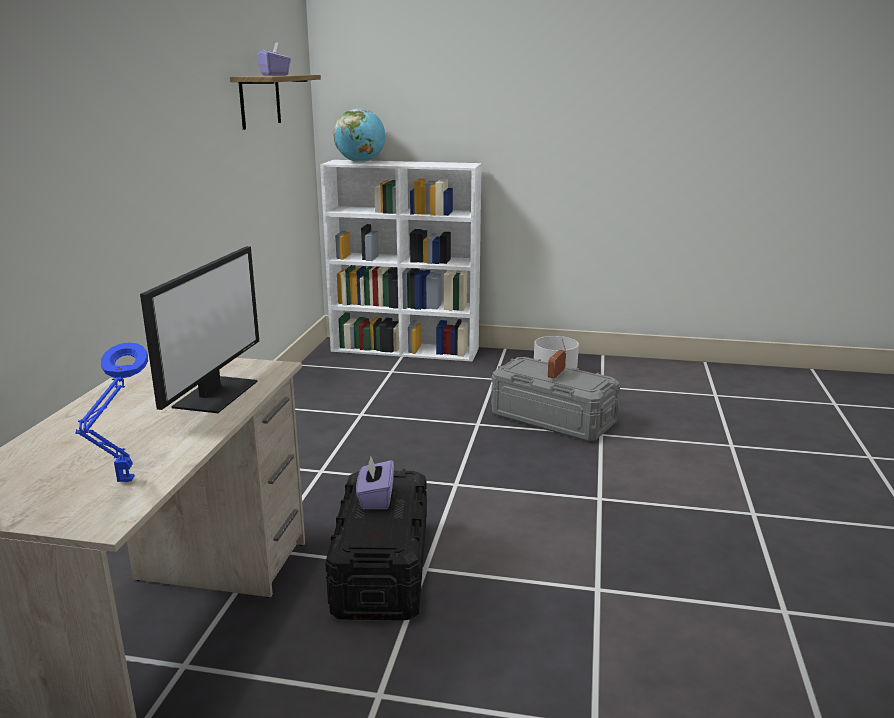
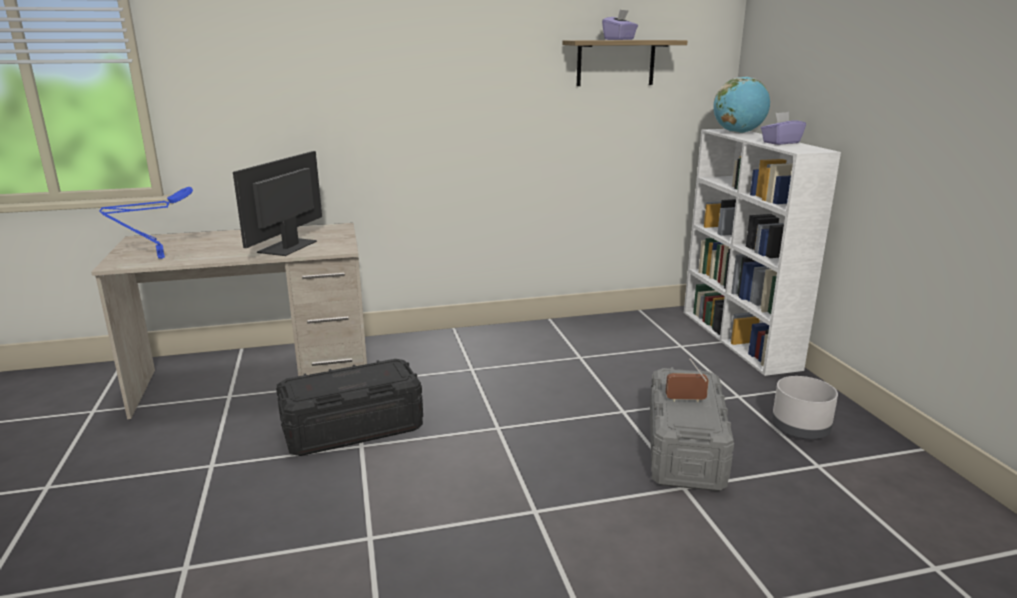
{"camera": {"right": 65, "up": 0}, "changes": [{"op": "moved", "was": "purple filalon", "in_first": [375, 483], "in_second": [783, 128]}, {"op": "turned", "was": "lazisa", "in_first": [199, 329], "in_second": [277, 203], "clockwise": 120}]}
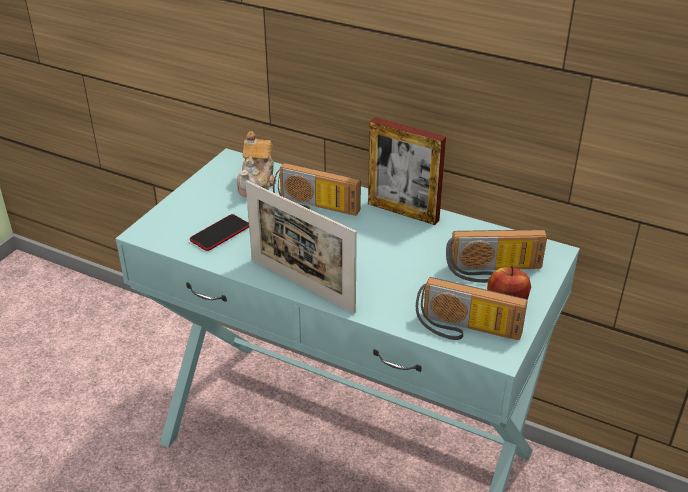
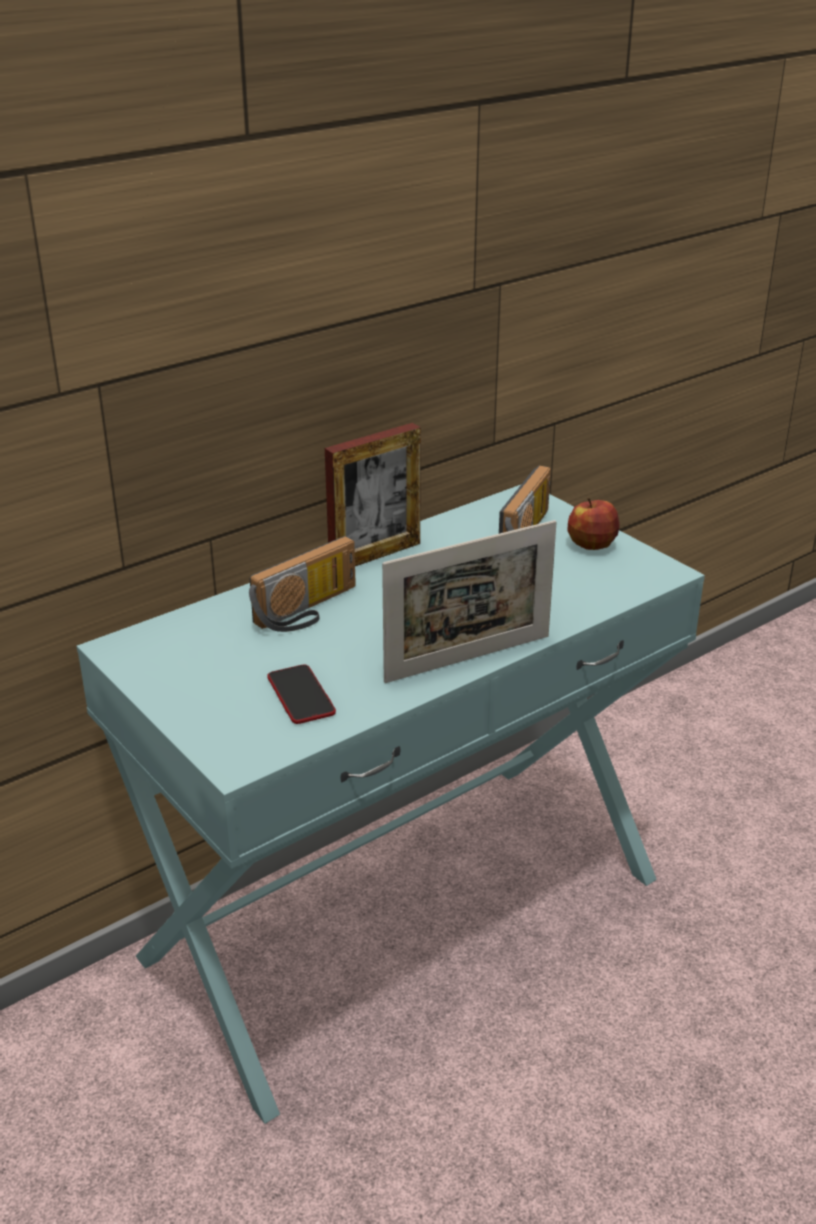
{"camera": {"right": -65, "up": -5}, "changes": [{"op": "removed", "was": "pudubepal", "in_first": [256, 164]}, {"op": "removed", "was": "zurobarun", "in_first": [472, 308]}]}
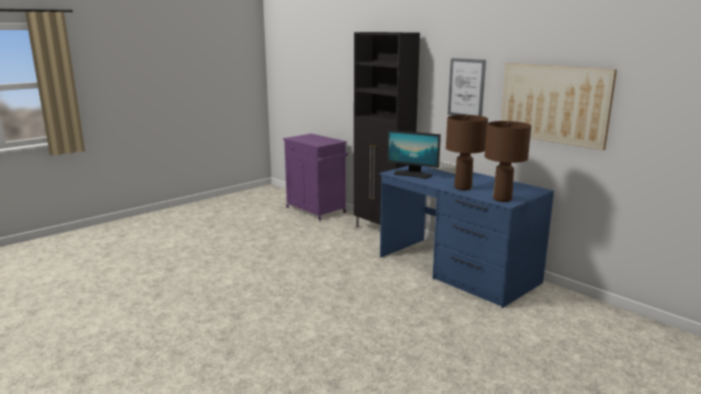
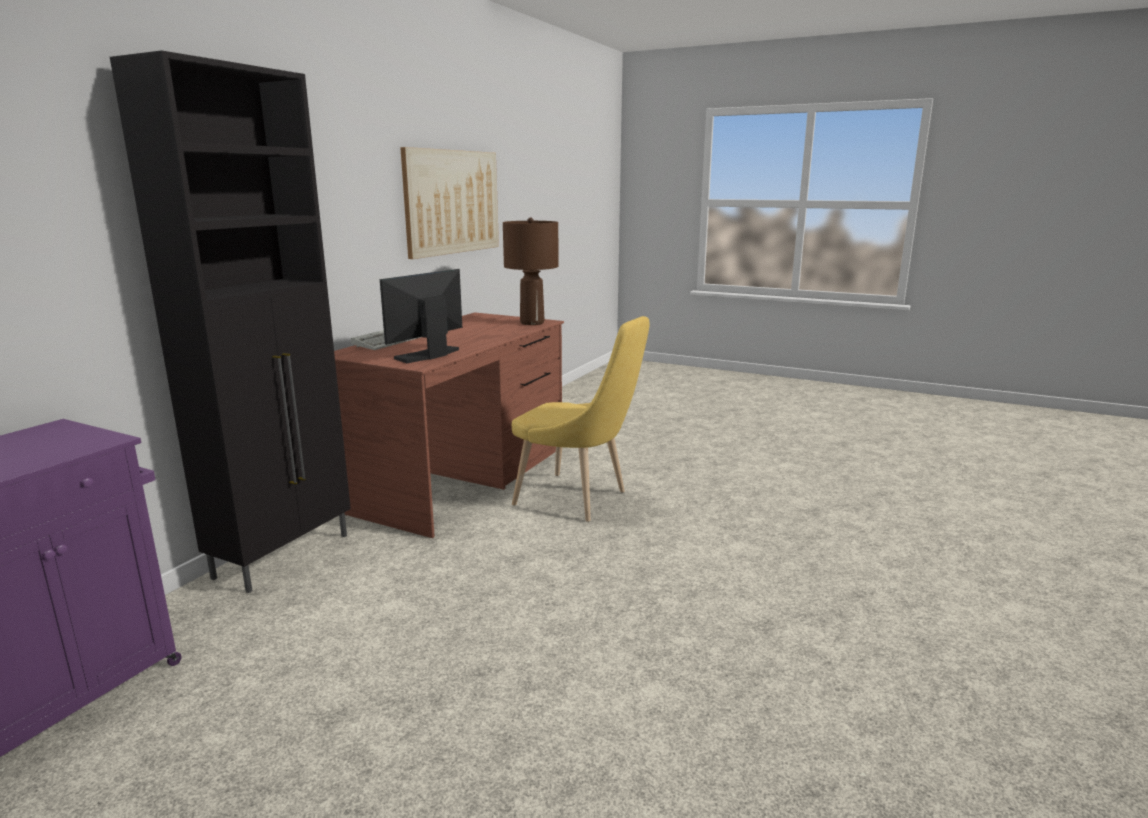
{"camera": {"right": -110, "up": 0}, "changes": [{"op": "removed", "was": "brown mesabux", "in_first": [467, 153]}, {"op": "removed", "was": "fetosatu", "in_first": [467, 87]}, {"op": "added", "now": "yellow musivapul", "in_second": [581, 419]}, {"op": "recoloured", "was": "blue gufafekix", "now": "brown gufafekix", "in_first": [466, 237], "in_second": [449, 425]}, {"op": "turned", "was": "lazisa", "in_first": [414, 154], "in_second": [421, 316], "clockwise": -150}]}
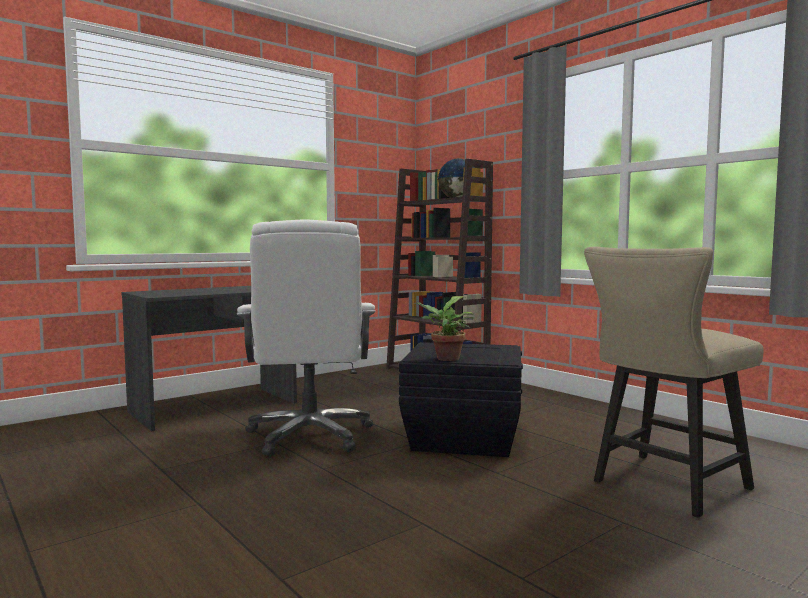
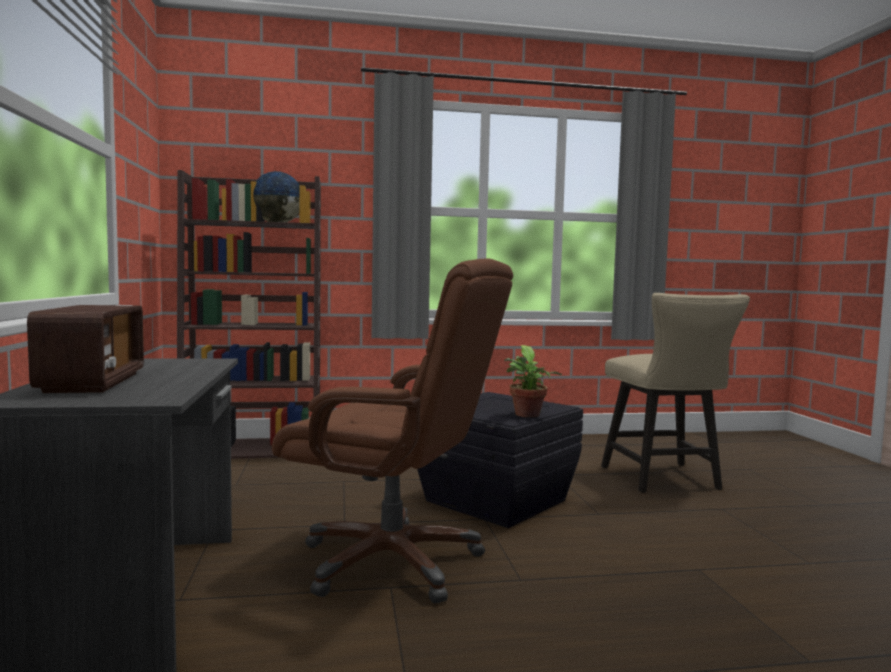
{"camera": {"right": -60, "up": 0}, "changes": [{"op": "added", "now": "zurobarun", "in_second": [85, 349]}, {"op": "recoloured", "was": "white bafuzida", "now": "brown bafuzida", "in_first": [306, 337], "in_second": [392, 431]}]}
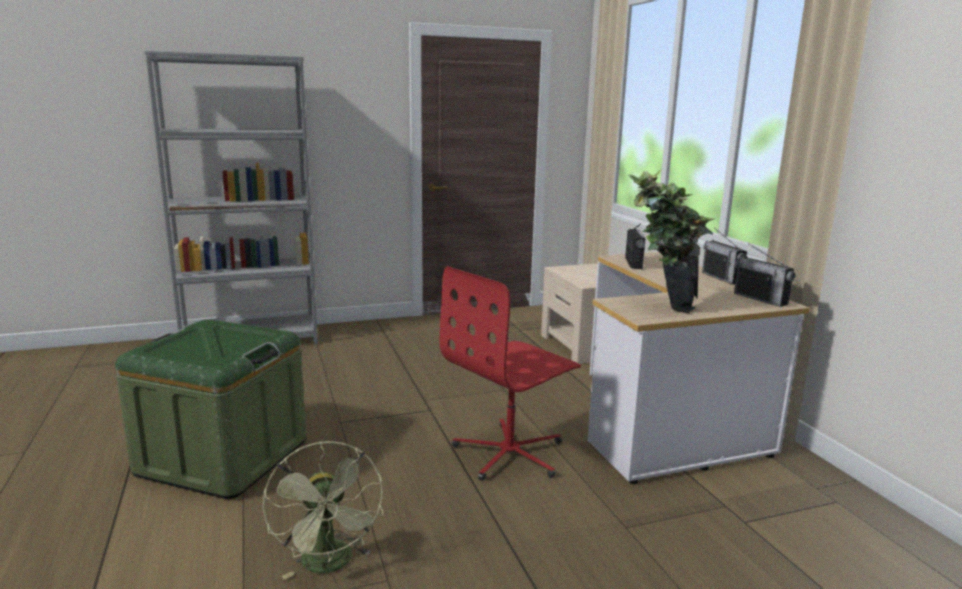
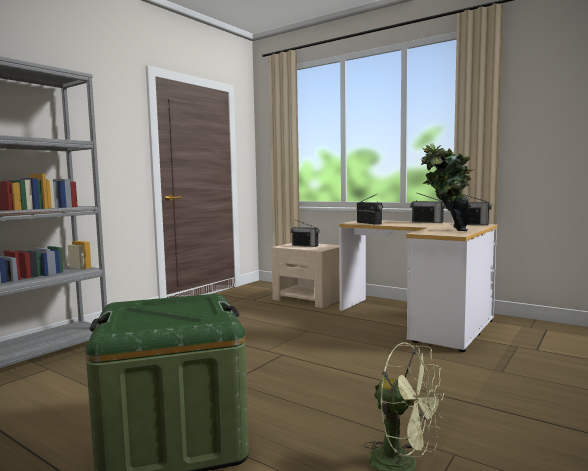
{"camera": {"right": -35, "up": -10}, "changes": [{"op": "removed", "was": "red bafuzida", "in_first": [510, 373]}, {"op": "added", "now": "zurobarun", "in_second": [305, 233]}]}
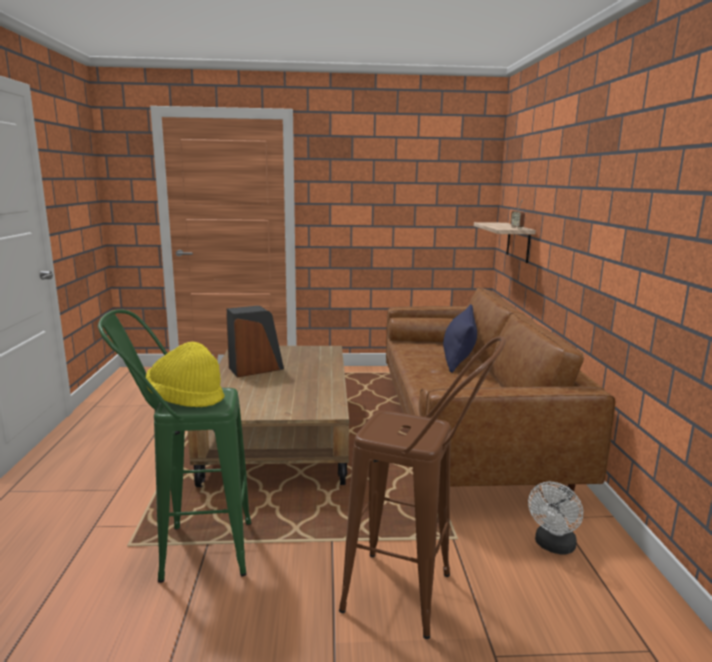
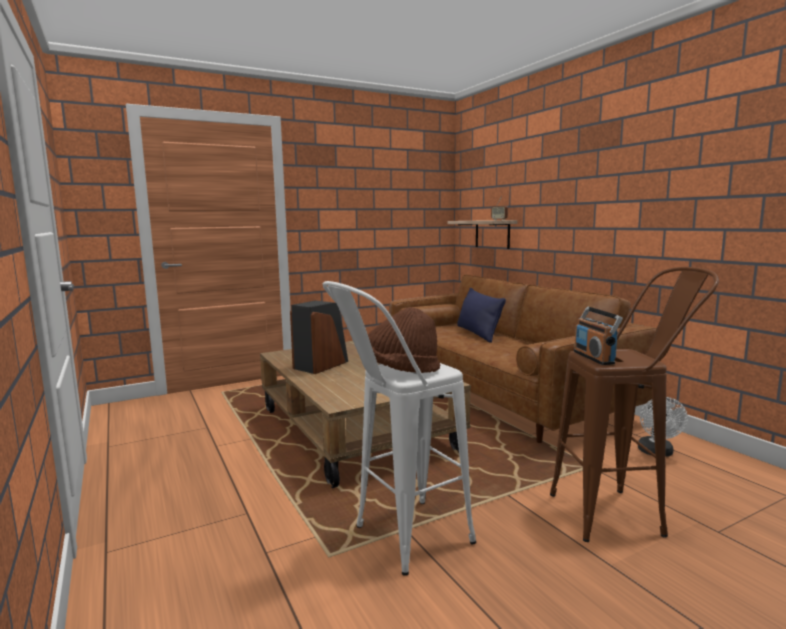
{"camera": {"right": -25, "up": -5}, "changes": [{"op": "added", "now": "zurobarun", "in_second": [598, 335]}, {"op": "recoloured", "was": "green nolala", "now": "white nolala", "in_first": [174, 446], "in_second": [399, 428]}, {"op": "recoloured", "was": "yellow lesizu", "now": "brown lesizu", "in_first": [185, 374], "in_second": [404, 340]}]}
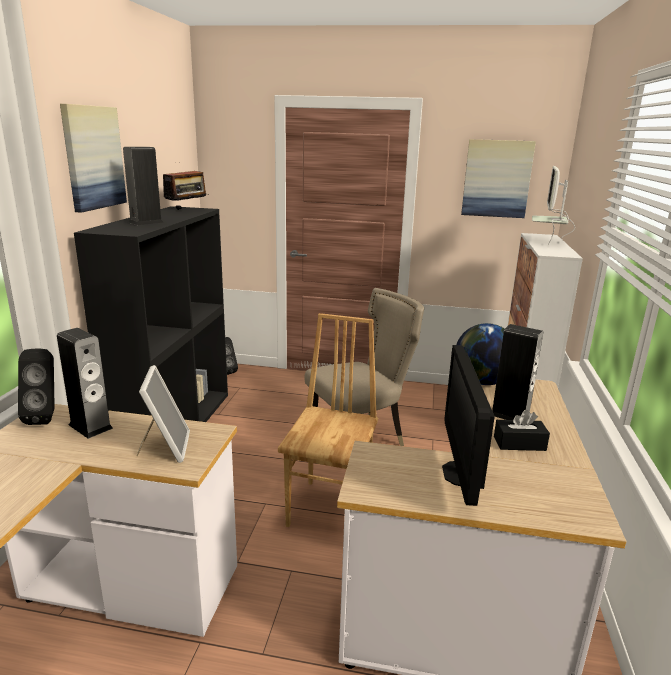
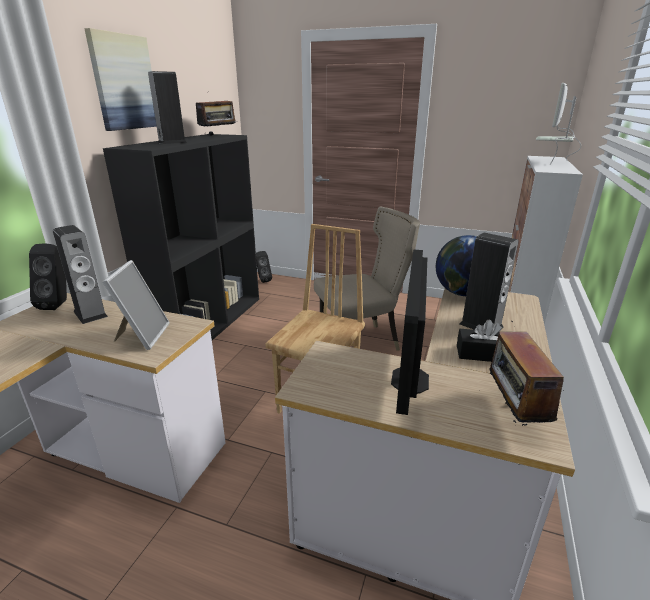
{"camera": {"right": 10, "up": 5}, "changes": [{"op": "removed", "was": "fetosatu", "in_first": [498, 178]}, {"op": "added", "now": "zurobarun", "in_second": [526, 373]}]}
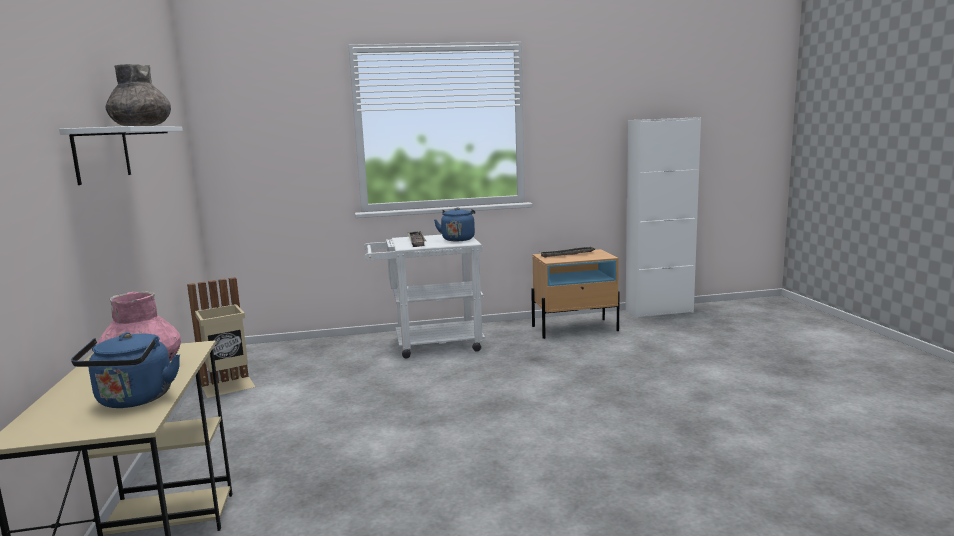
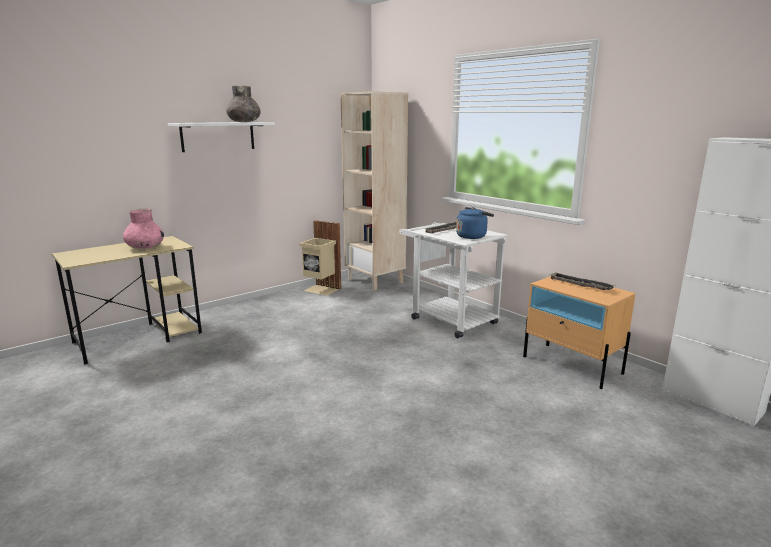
{"camera": {"right": 60, "up": 5}, "changes": [{"op": "removed", "was": "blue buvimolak", "in_first": [125, 370]}, {"op": "added", "now": "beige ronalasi", "in_second": [374, 190]}]}
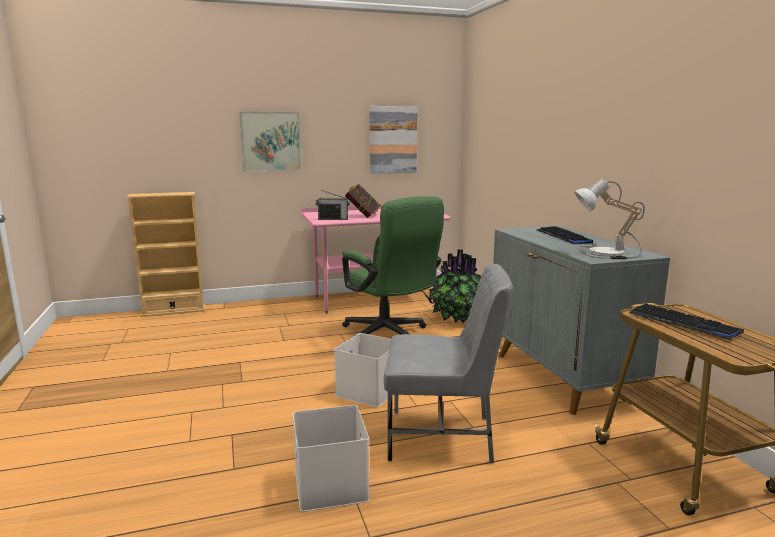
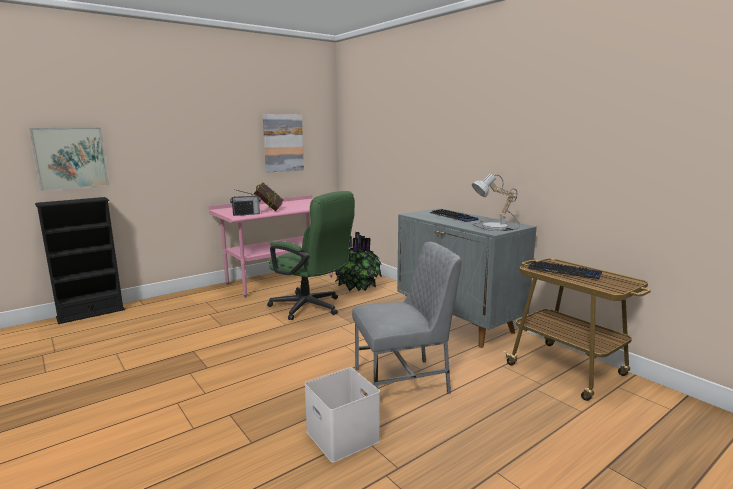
{"camera": {"right": -20, "up": 0}, "changes": [{"op": "removed", "was": "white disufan", "in_first": [362, 370]}, {"op": "moved", "was": "fetosatu", "in_first": [270, 142], "in_second": [69, 159]}, {"op": "recoloured", "was": "beige ronalasi", "now": "black ronalasi", "in_first": [165, 254], "in_second": [80, 260]}]}
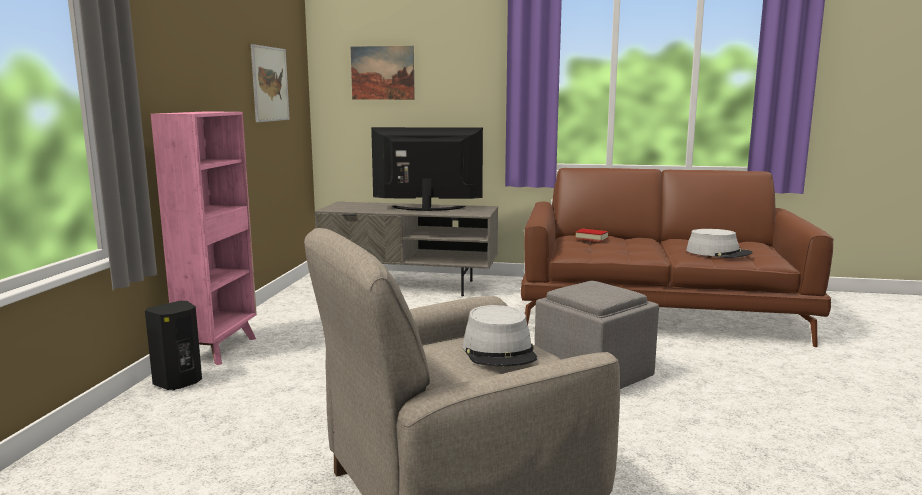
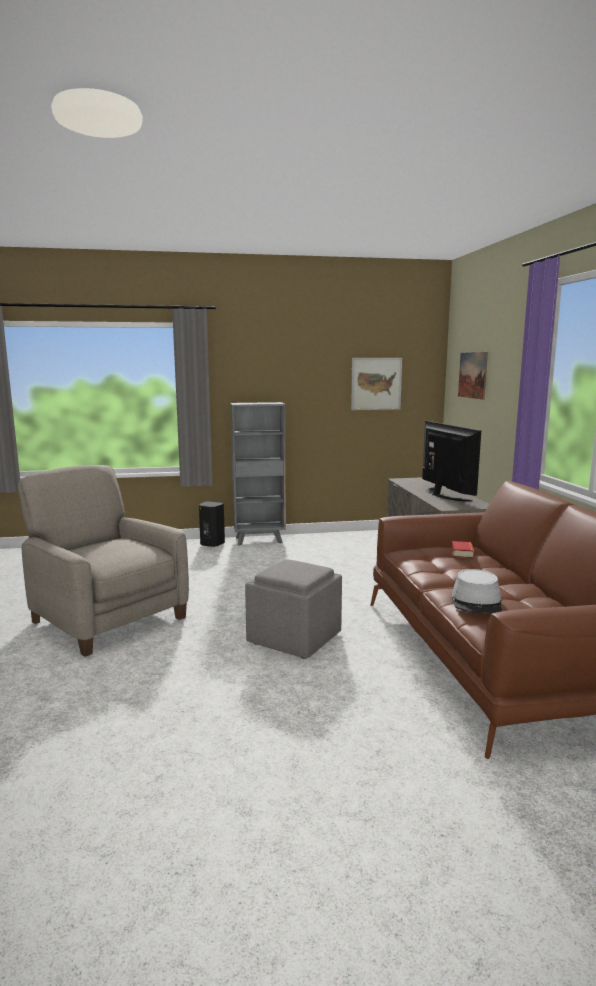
{"camera": {"right": 70, "up": 0}, "changes": [{"op": "removed", "was": "grey lesizu", "in_first": [500, 335]}, {"op": "recoloured", "was": "pink ronalasi", "now": "grey ronalasi", "in_first": [204, 238], "in_second": [258, 474]}]}
